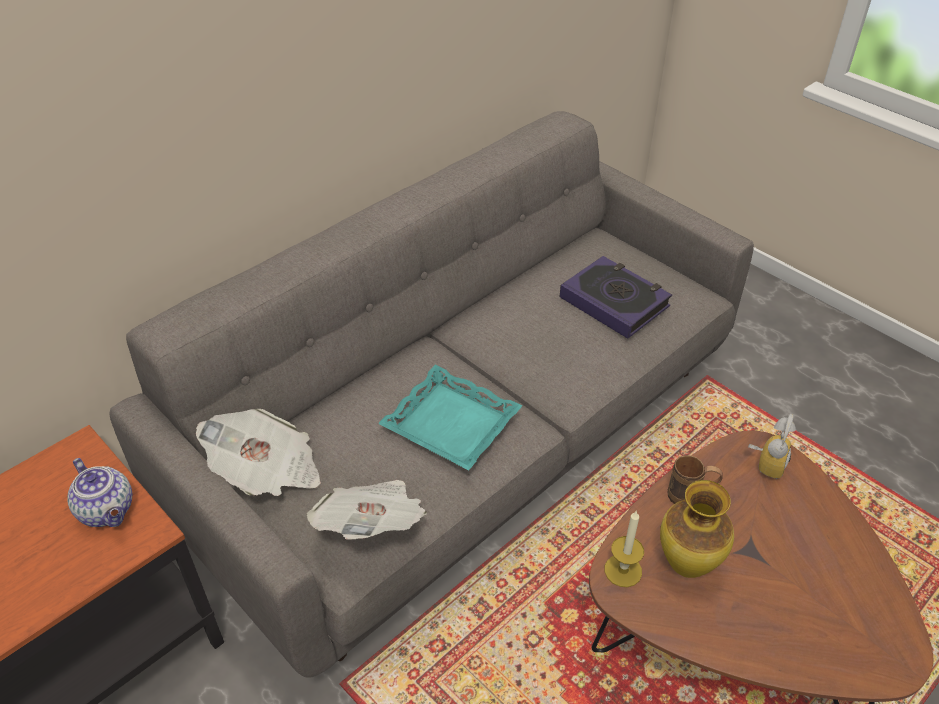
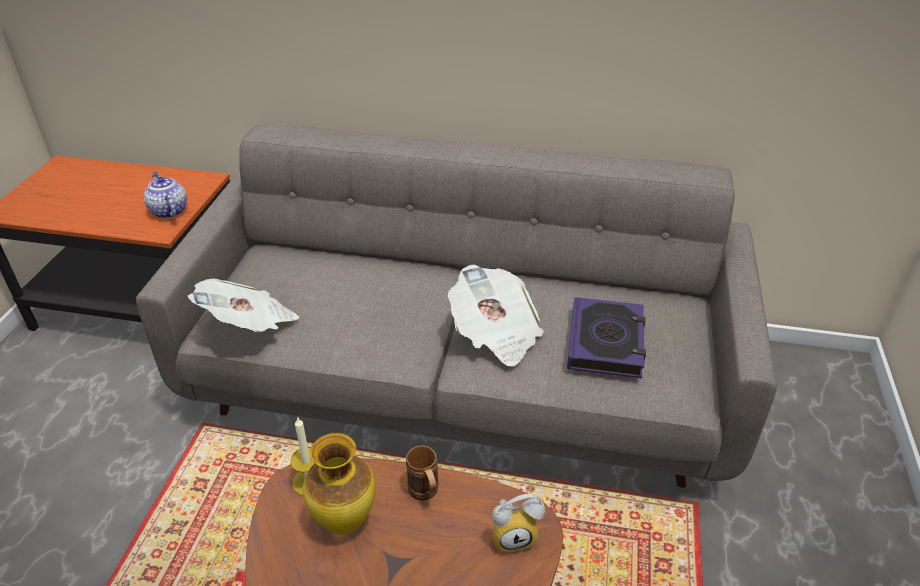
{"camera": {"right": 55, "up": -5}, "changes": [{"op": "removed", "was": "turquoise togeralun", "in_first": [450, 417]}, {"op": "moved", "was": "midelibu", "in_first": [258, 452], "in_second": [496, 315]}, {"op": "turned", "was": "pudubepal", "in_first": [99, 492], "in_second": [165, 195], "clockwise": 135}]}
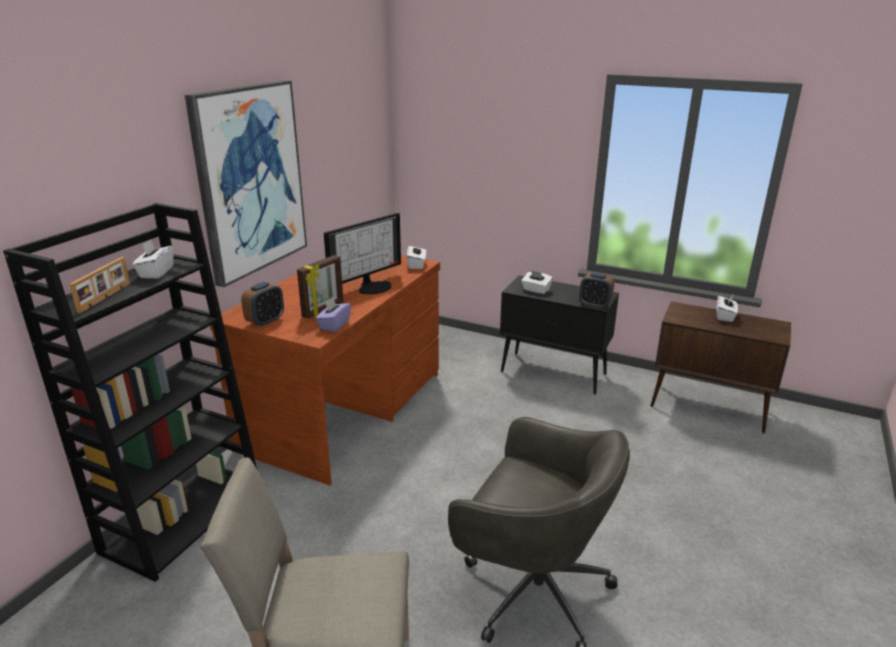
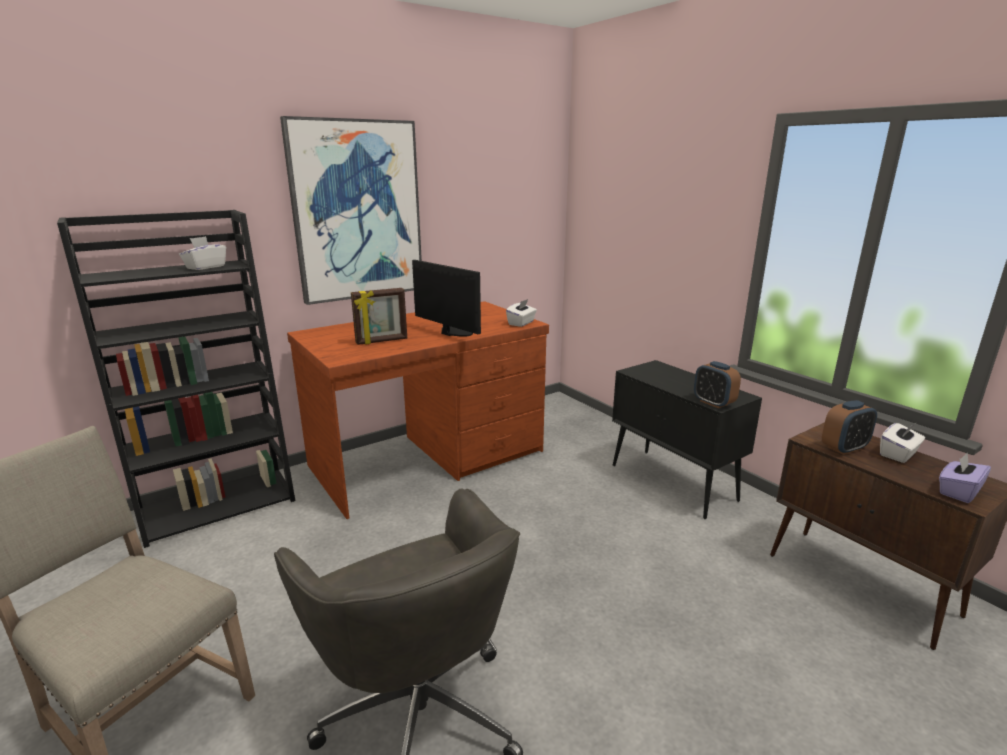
{"camera": {"right": 30, "up": -5}, "changes": [{"op": "removed", "was": "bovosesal", "in_first": [99, 285]}, {"op": "removed", "was": "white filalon", "in_first": [537, 282]}, {"op": "moved", "was": "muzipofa", "in_first": [262, 304], "in_second": [849, 427]}, {"op": "moved", "was": "purple filalon", "in_first": [333, 314], "in_second": [965, 478]}, {"op": "turned", "was": "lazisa", "in_first": [362, 253], "in_second": [446, 298], "clockwise": -120}]}
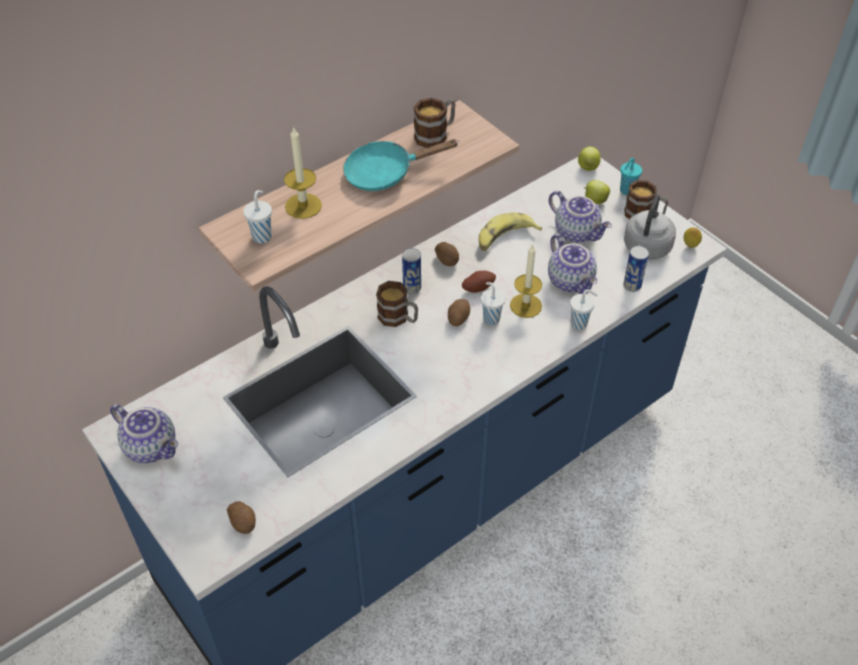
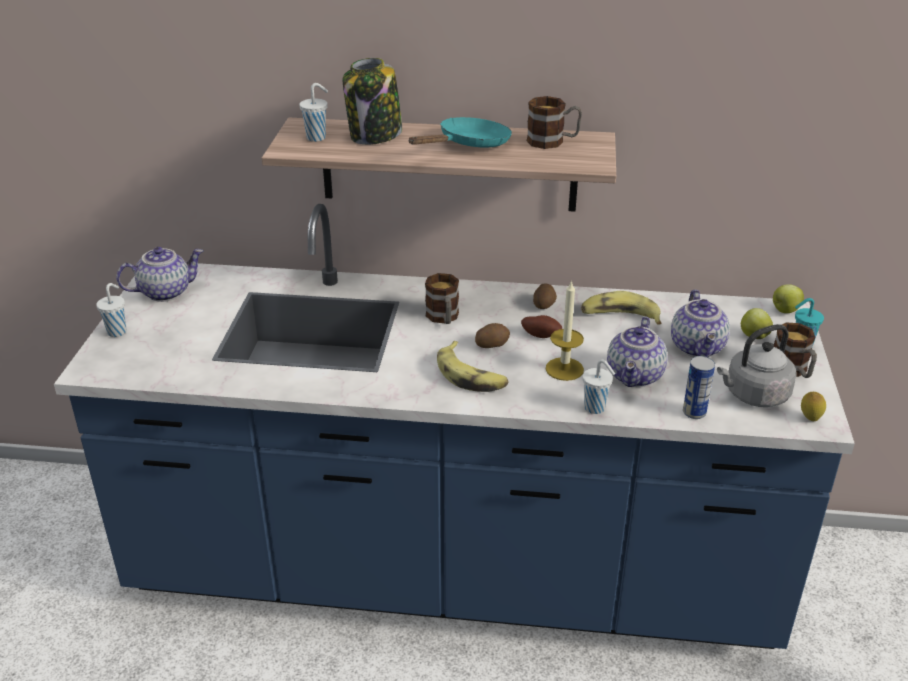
{"camera": {"right": 45, "up": -15}, "changes": [{"op": "removed", "was": "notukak", "in_first": [241, 517]}, {"op": "removed", "was": "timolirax", "in_first": [411, 271]}, {"op": "added", "now": "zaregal", "in_second": [473, 366]}, {"op": "moved", "was": "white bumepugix", "in_first": [493, 303], "in_second": [111, 310]}, {"op": "replaced", "was": "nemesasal", "now": "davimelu", "in_first": [303, 172], "in_second": [372, 101]}, {"op": "turned", "was": "pudubepal", "in_first": [144, 433], "in_second": [160, 274], "clockwise": -105}, {"op": "turned", "was": "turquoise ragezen", "in_first": [401, 165], "in_second": [460, 132], "clockwise": 105}]}
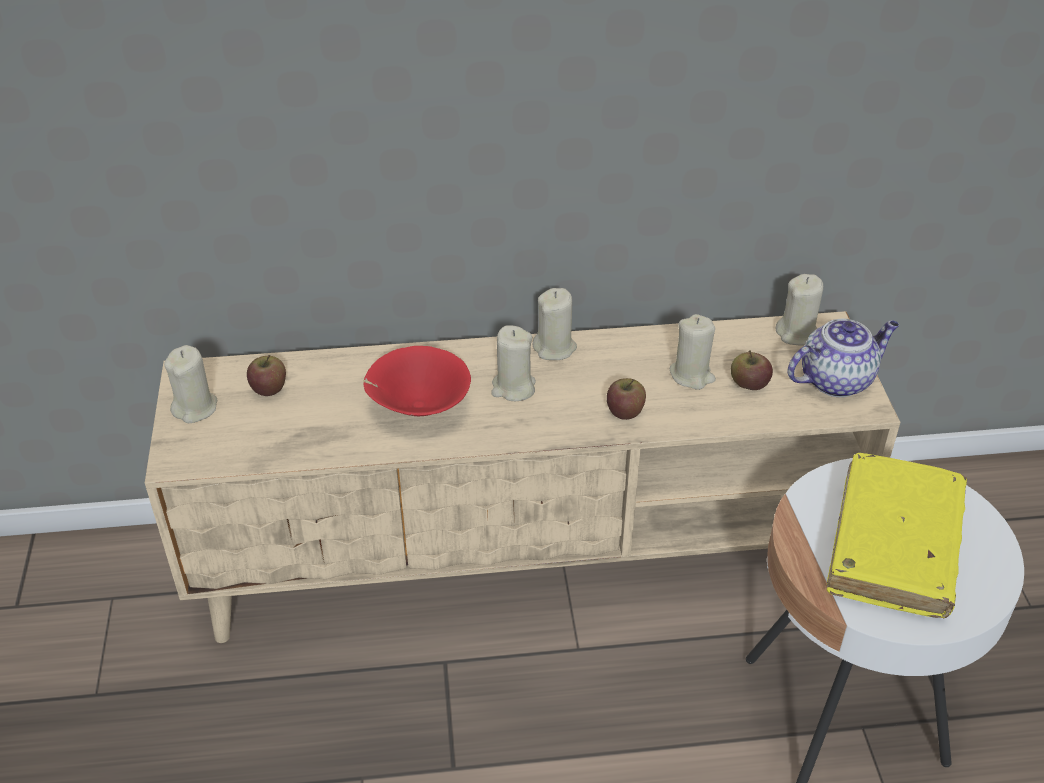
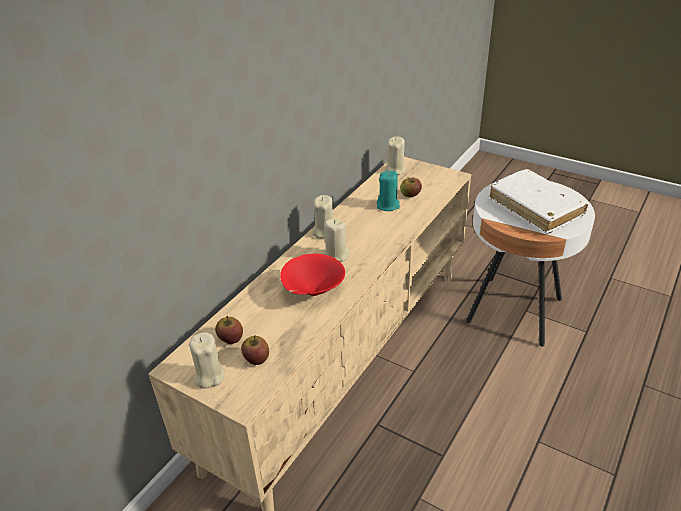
{"camera": {"right": -50, "up": -5}, "changes": [{"op": "removed", "was": "pudubepal", "in_first": [843, 358]}, {"op": "moved", "was": "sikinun", "in_first": [626, 399], "in_second": [255, 350]}, {"op": "recoloured", "was": "beige nemesasal", "now": "turquoise nemesasal", "in_first": [693, 352], "in_second": [388, 191]}, {"op": "recoloured", "was": "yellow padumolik", "now": "white padumolik", "in_first": [897, 535], "in_second": [538, 201]}]}
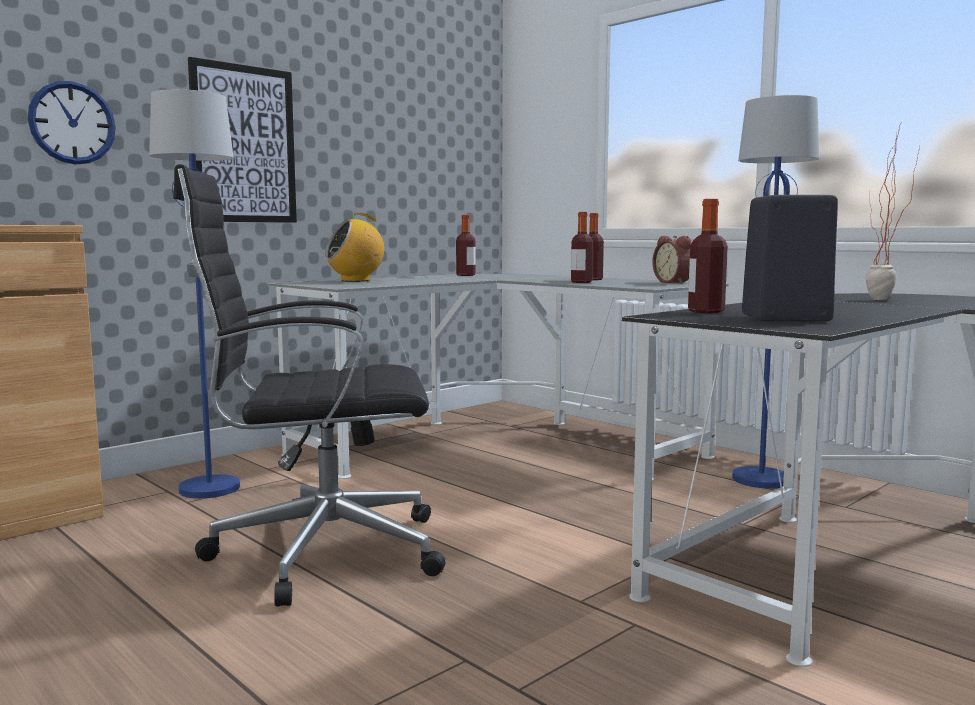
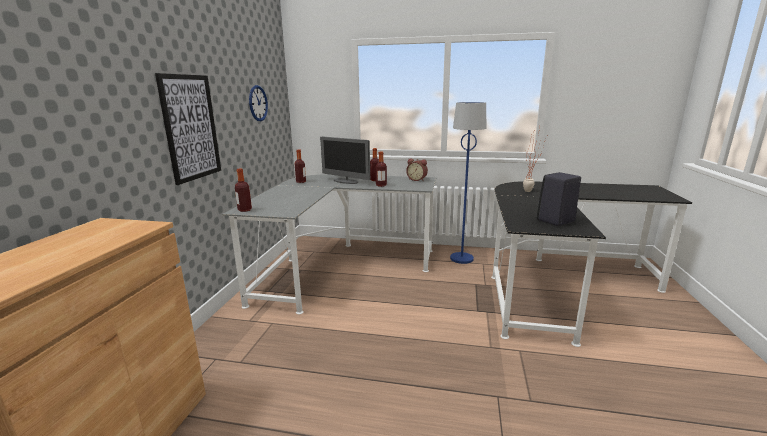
{"camera": {"right": -35, "up": 10}, "changes": [{"op": "removed", "was": "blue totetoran", "in_first": [194, 293]}, {"op": "removed", "was": "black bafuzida", "in_first": [309, 385]}, {"op": "removed", "was": "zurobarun", "in_first": [354, 247]}, {"op": "added", "now": "lazisa", "in_second": [345, 160]}, {"op": "moved", "was": "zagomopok", "in_first": [72, 123], "in_second": [258, 103]}, {"op": "moved", "was": "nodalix", "in_first": [708, 256], "in_second": [243, 190]}]}
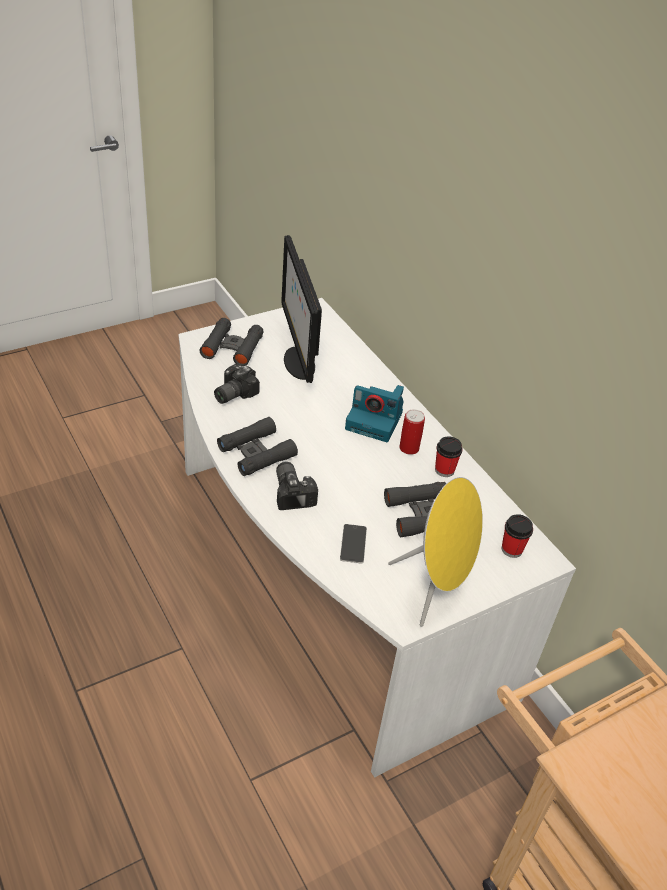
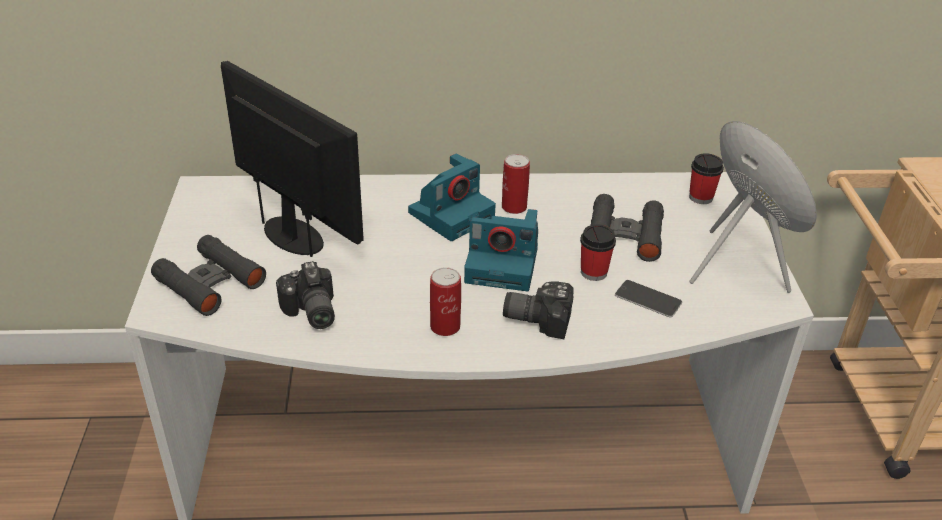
{"camera": {"right": -60, "up": -5}, "changes": [{"op": "added", "now": "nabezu", "in_second": [501, 250]}, {"op": "moved", "was": "bumepugix", "in_first": [449, 456], "in_second": [598, 252]}, {"op": "replaced", "was": "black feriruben", "now": "timolirax", "in_first": [257, 446], "in_second": [445, 301]}, {"op": "turned", "was": "lazisa", "in_first": [301, 309], "in_second": [292, 159], "clockwise": -150}]}
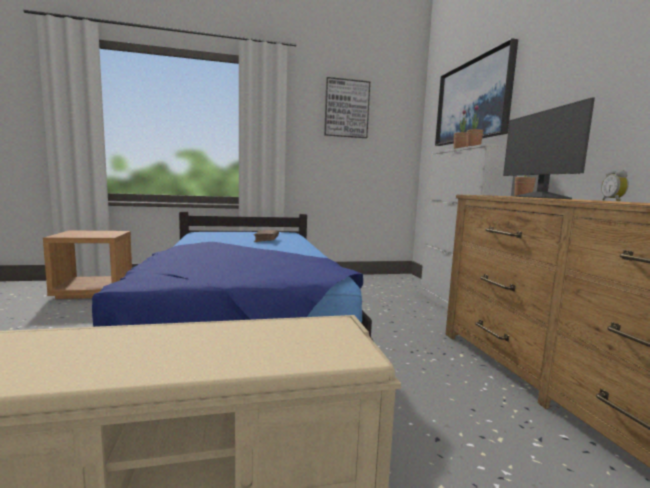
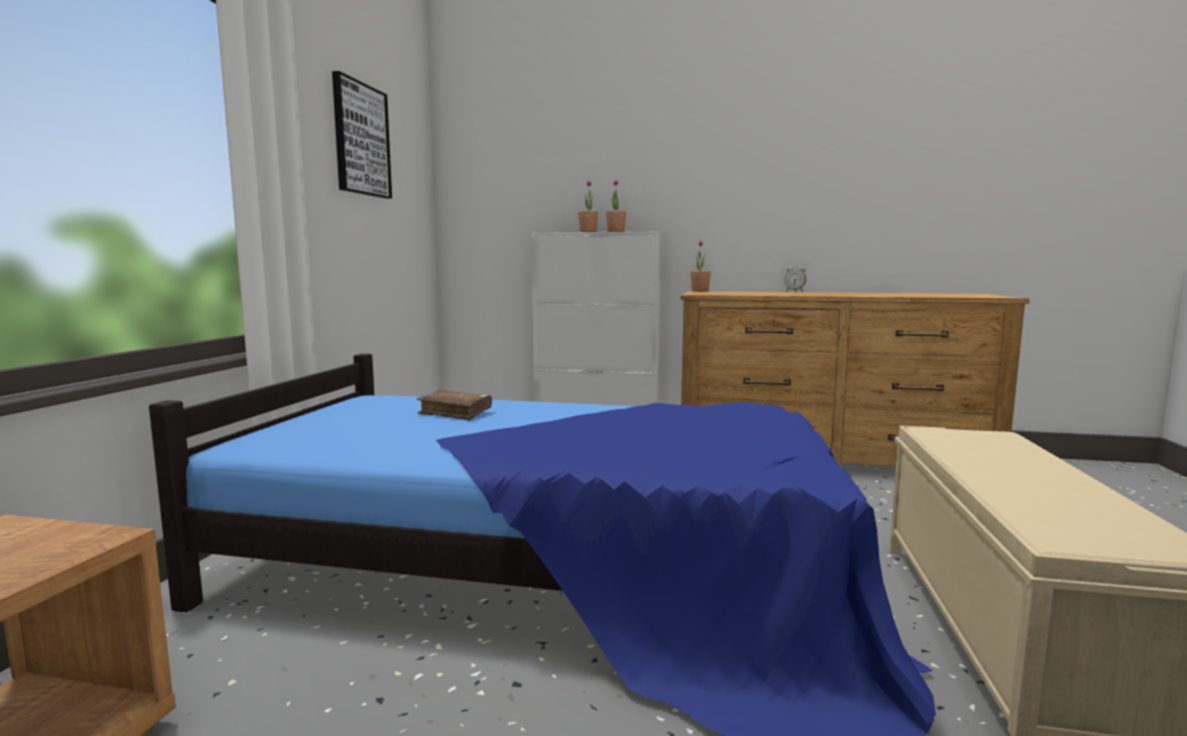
{"camera": {"right": -65, "up": 0}, "changes": [{"op": "removed", "was": "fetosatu", "in_first": [476, 92]}, {"op": "removed", "was": "lazisa", "in_first": [549, 148]}]}
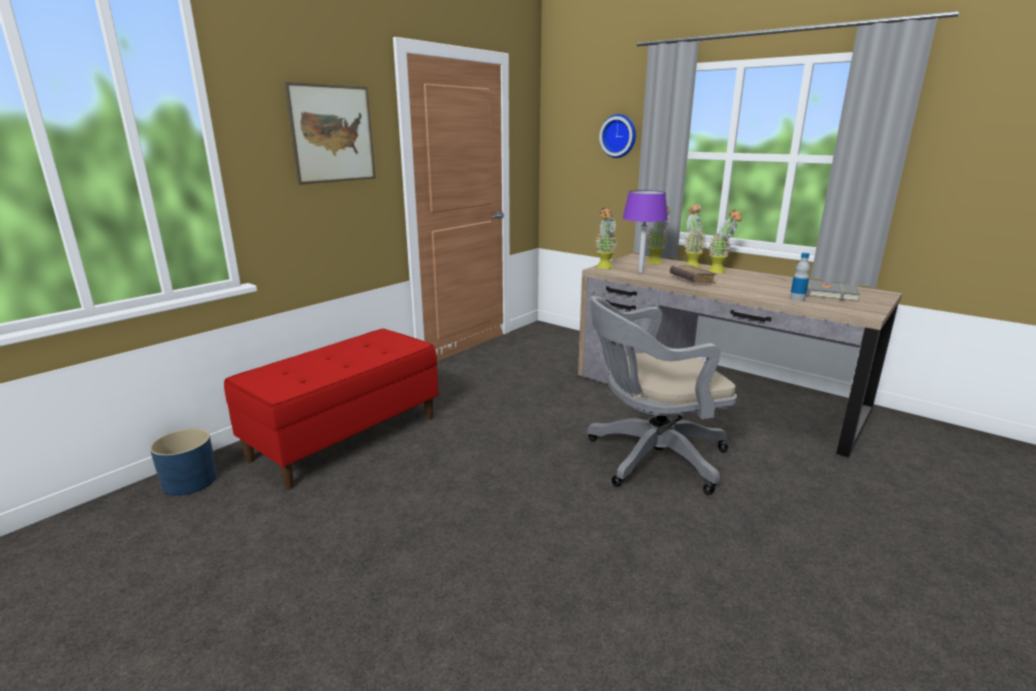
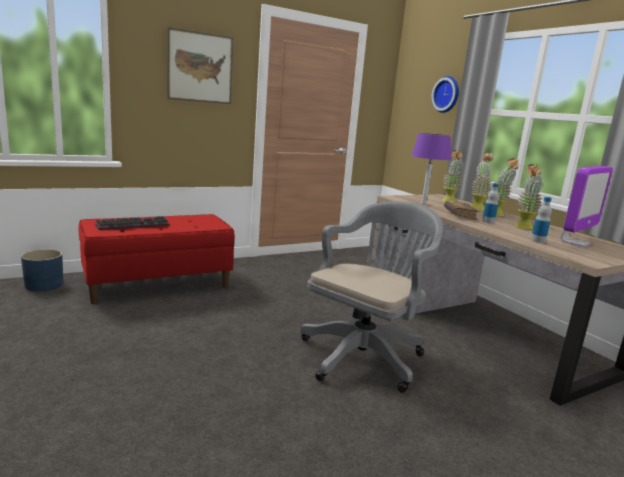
{"camera": {"right": 20, "up": -5}, "changes": [{"op": "added", "now": "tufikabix", "in_second": [132, 223]}, {"op": "added", "now": "nodalix", "in_second": [490, 203]}, {"op": "moved", "was": "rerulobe", "in_first": [606, 238], "in_second": [529, 196]}, {"op": "replaced", "was": "grey padumolik", "now": "lazisa", "in_first": [833, 291], "in_second": [587, 206]}, {"op": "turned", "was": "grey bafuzida", "in_first": [662, 395], "in_second": [371, 297], "clockwise": 120}]}
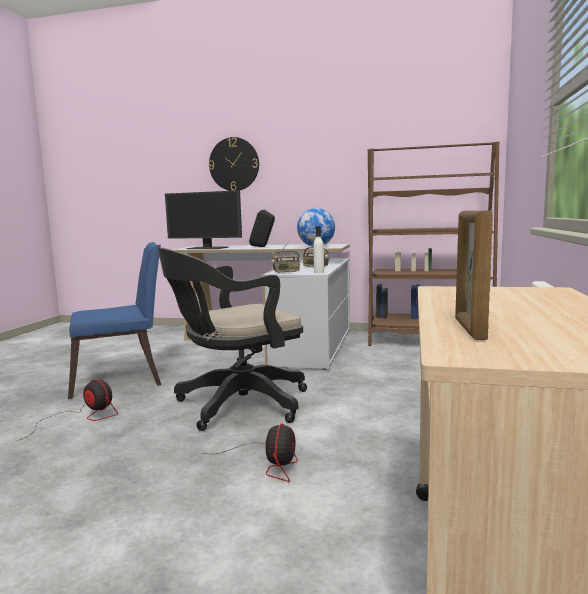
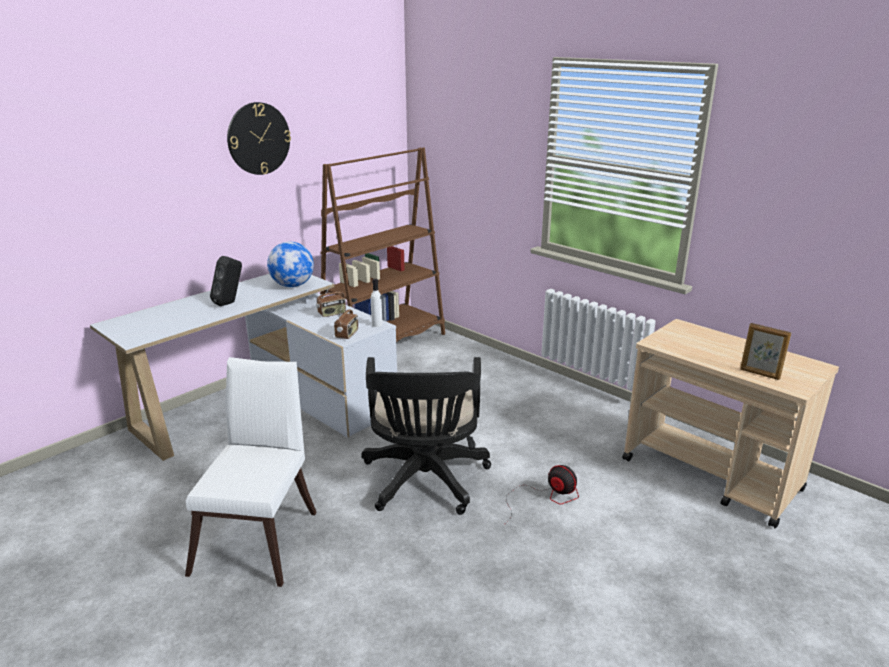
{"camera": {"right": -60, "up": 15}, "changes": [{"op": "removed", "was": "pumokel", "in_first": [67, 410]}, {"op": "removed", "was": "lazisa", "in_first": [203, 219]}, {"op": "moved", "was": "zagomopok", "in_first": [234, 164], "in_second": [259, 138]}, {"op": "recoloured", "was": "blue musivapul", "now": "white musivapul", "in_first": [114, 320], "in_second": [251, 472]}]}
